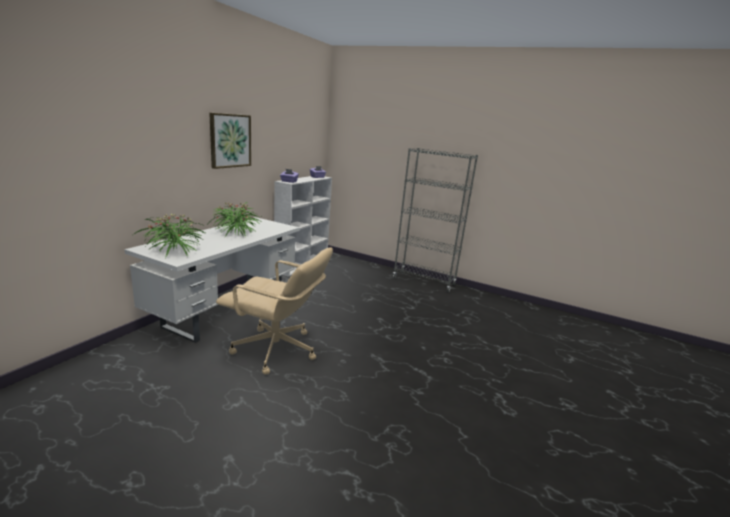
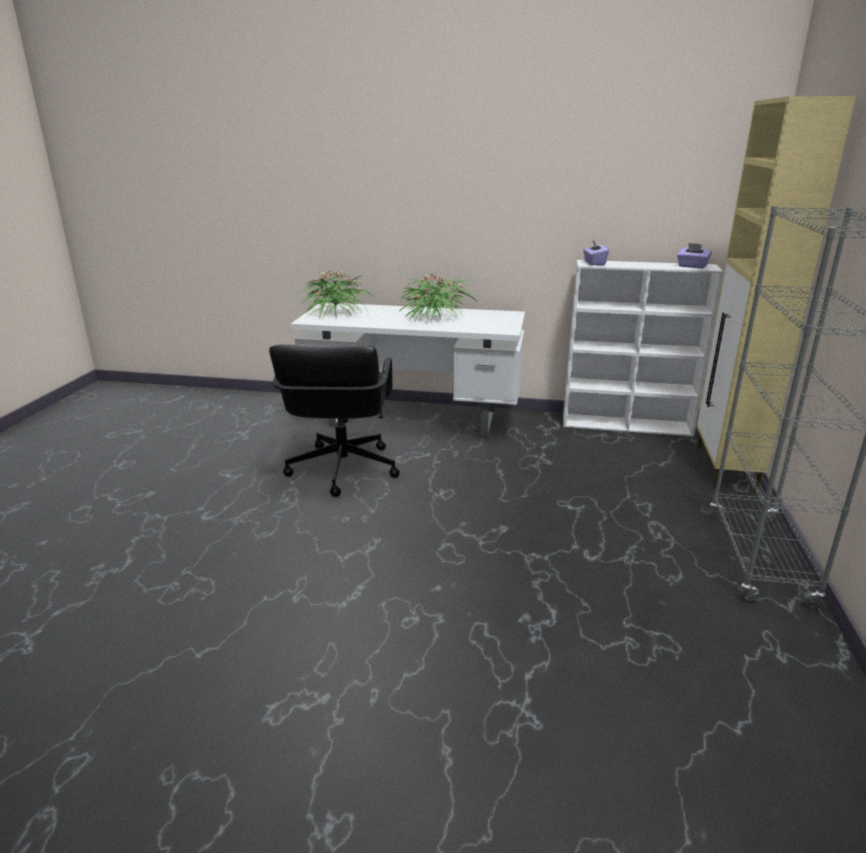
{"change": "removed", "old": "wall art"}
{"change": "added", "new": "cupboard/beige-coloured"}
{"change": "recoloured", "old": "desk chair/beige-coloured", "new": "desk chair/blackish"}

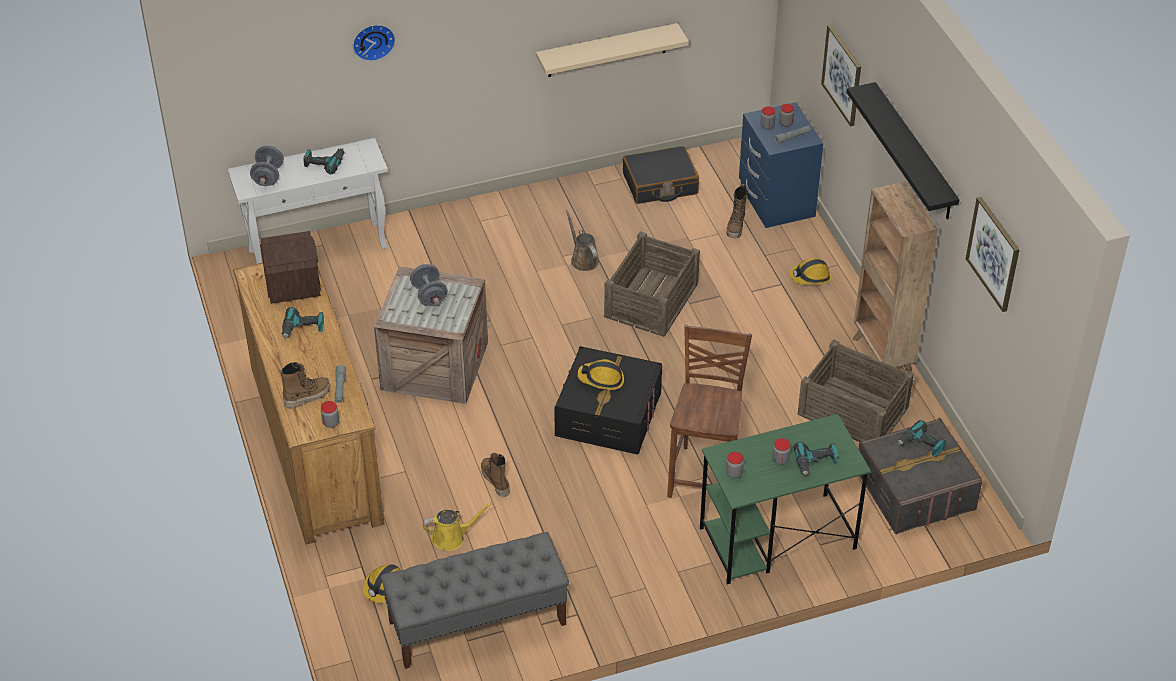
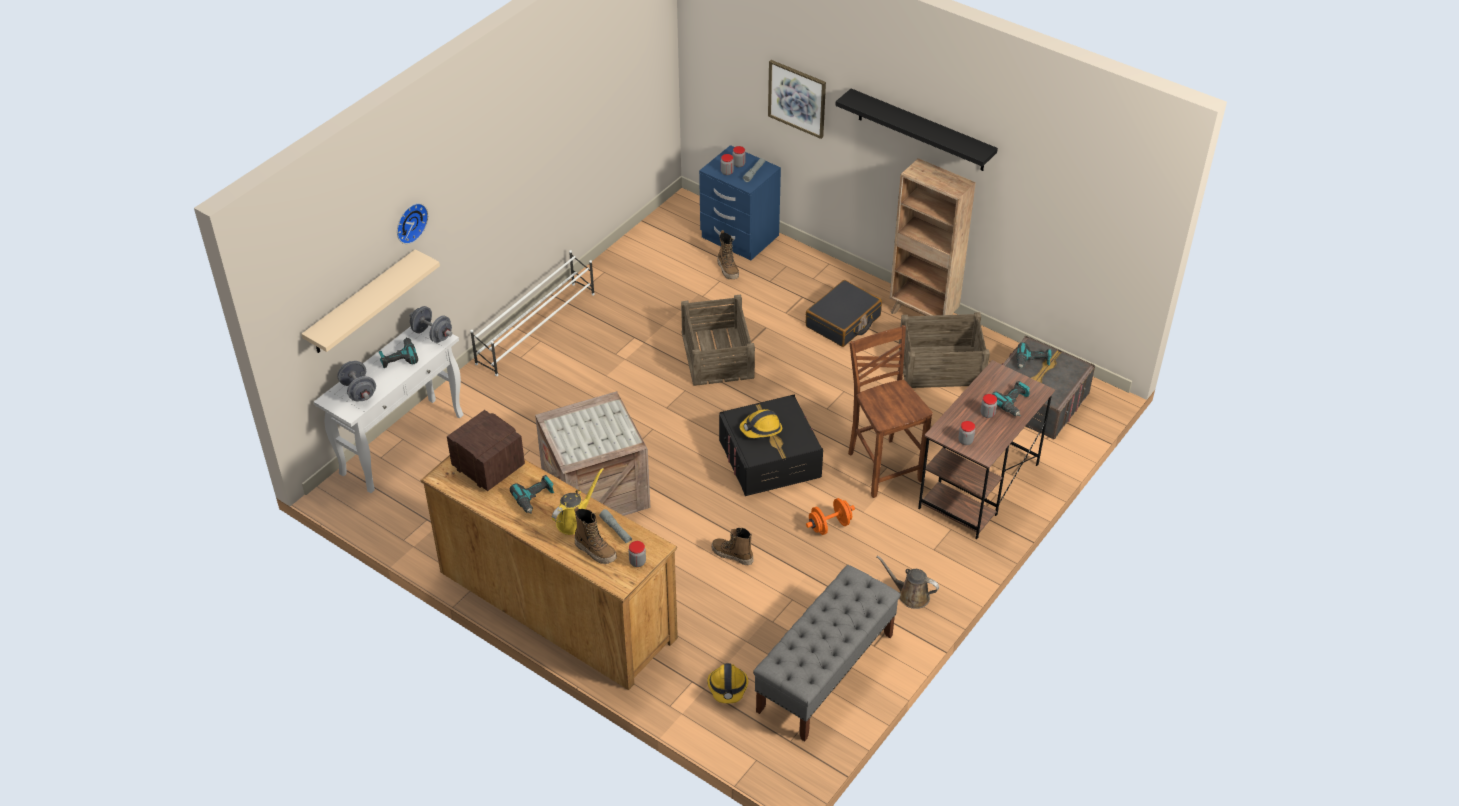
{"change": "removed", "old": "work helmet (3rd from left)"}
{"change": "removed", "old": "wall art (2nd from left)"}
{"change": "added", "new": "shoe rack/white-coloured"}
{"change": "added", "new": "dumbbell/orange-coloured"}
{"change": "moved", "old": "dumbbell/greyish (2nd from left)"}
{"change": "moved", "old": "watering pot/yellow-coloured"}
{"change": "moved", "old": "wall shelf/beige-coloured"}
{"change": "moved", "old": "watering pot/brown"}
{"change": "moved", "old": "piece of luggage/blackish"}
{"change": "recoloured", "old": "desk unit/green", "new": "desk unit/brown"}
{"change": "turned", "old": "high-top boot (1st from left)", "degrees": 105}

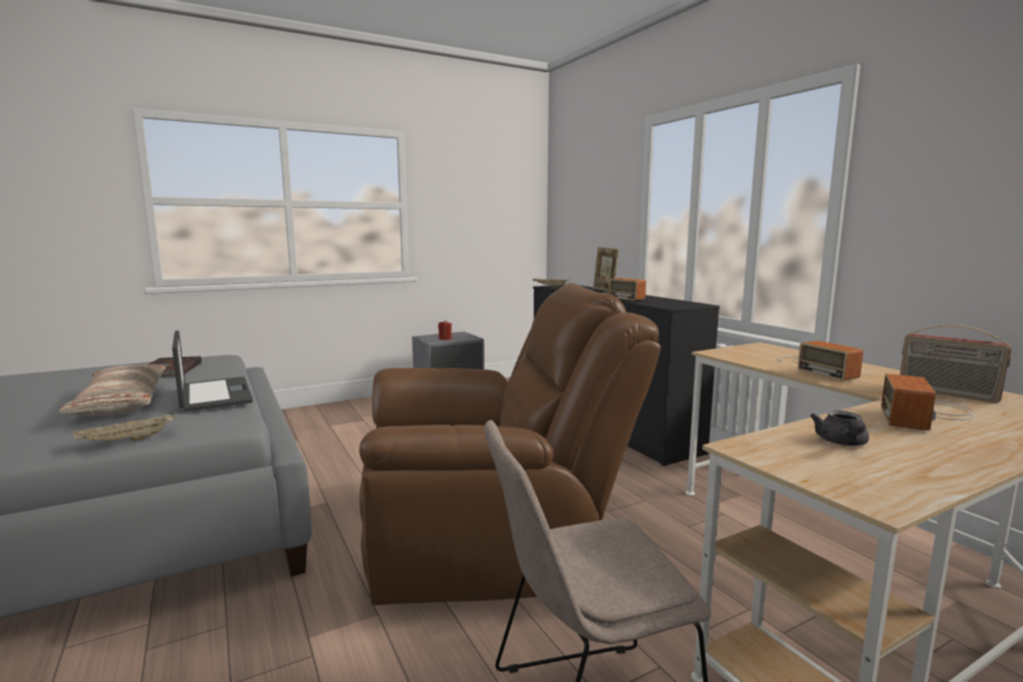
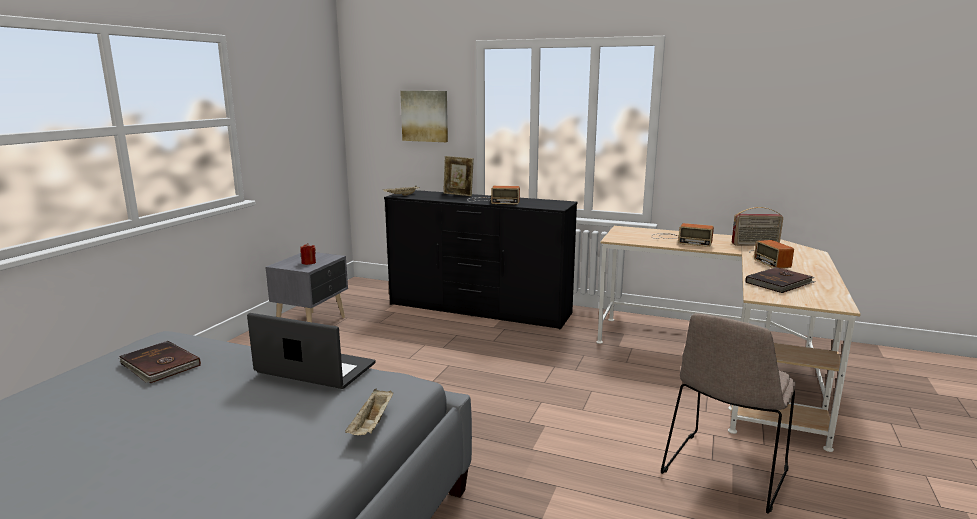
{"change": "removed", "old": "cushion"}
{"change": "removed", "old": "armchair/brown"}
{"change": "added", "new": "wall art"}
{"change": "replaced", "old": "teapot/greyish", "new": "volume/brown (2nd from left)"}

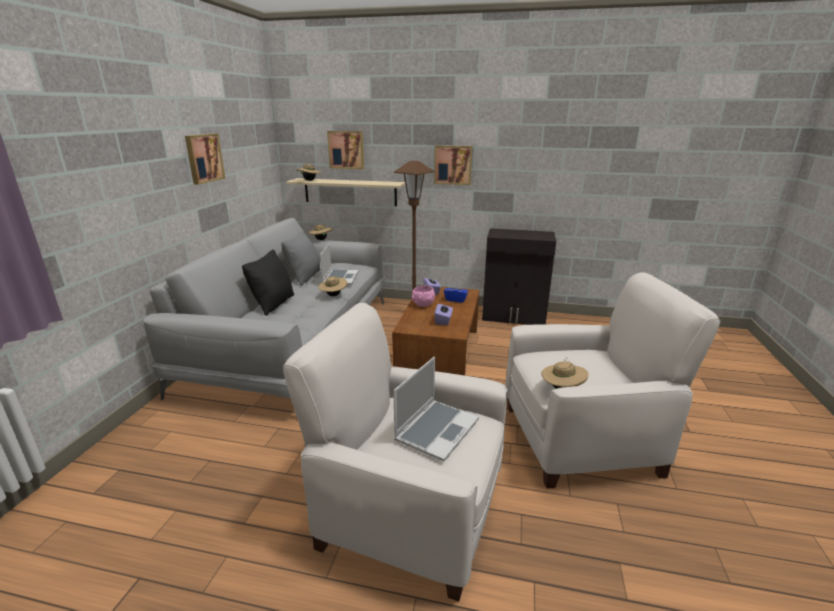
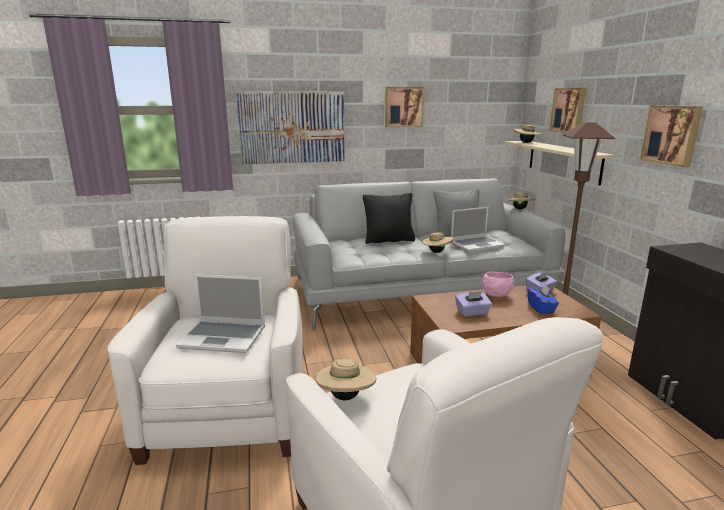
{"change": "added", "new": "wall art (1st from left)"}

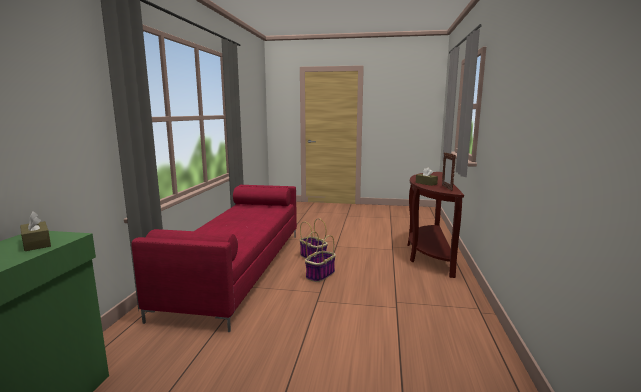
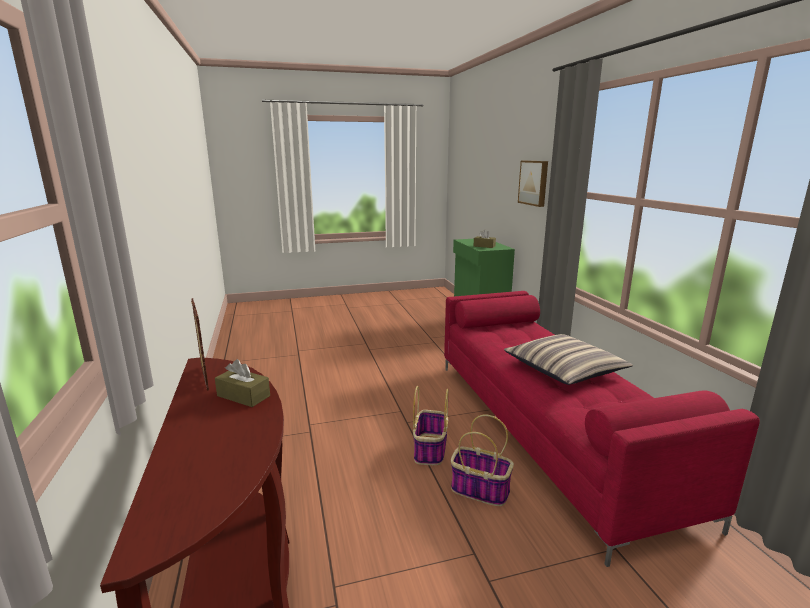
{"change": "added", "new": "cushion"}
{"change": "added", "new": "wall art"}

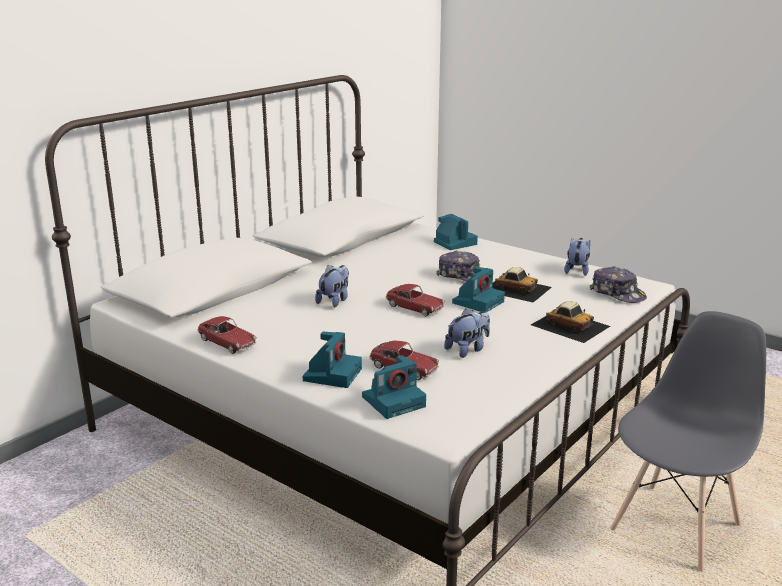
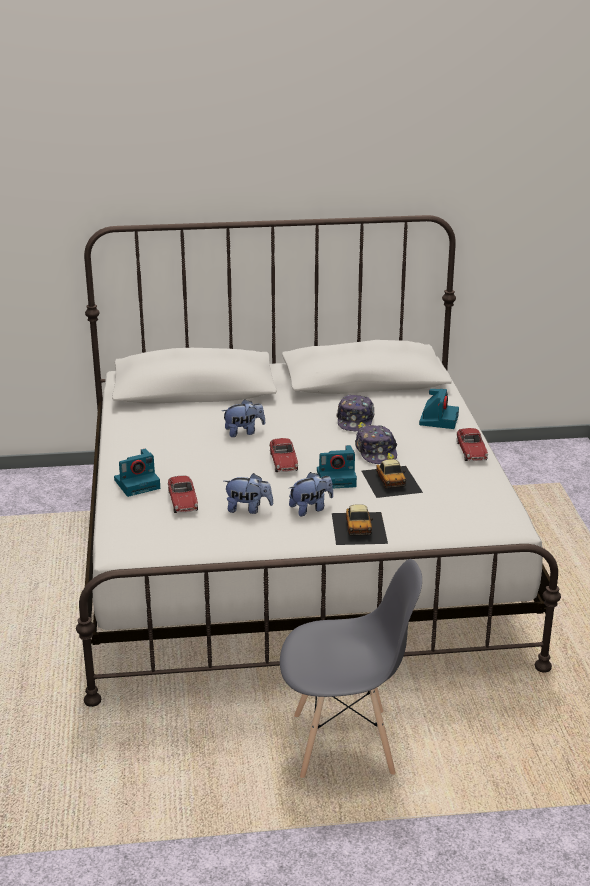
{"change": "removed", "old": "photo camera (2nd from left)"}
{"change": "moved", "old": "miniature car (1st from left in the first image)", "new": "miniature car (5th from left)"}
{"change": "moved", "old": "soft toy (3rd from left)"}
{"change": "moved", "old": "cap (2nd from left in the first image)", "new": "cap (1st from left)"}

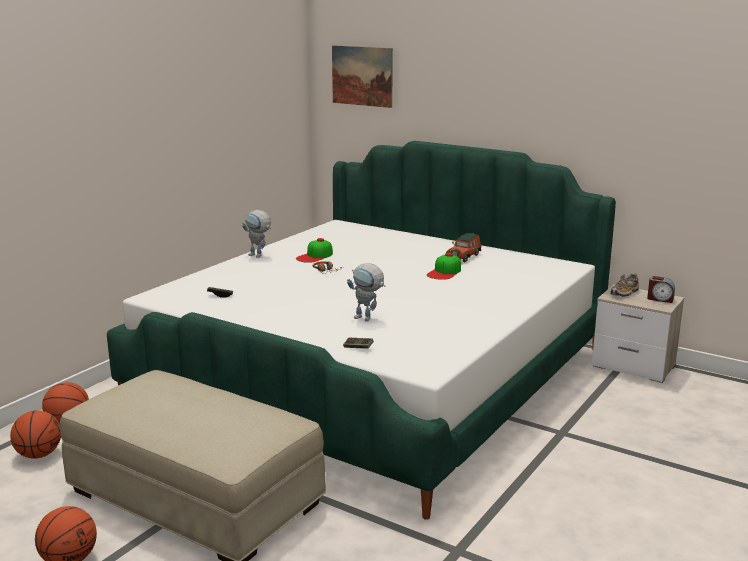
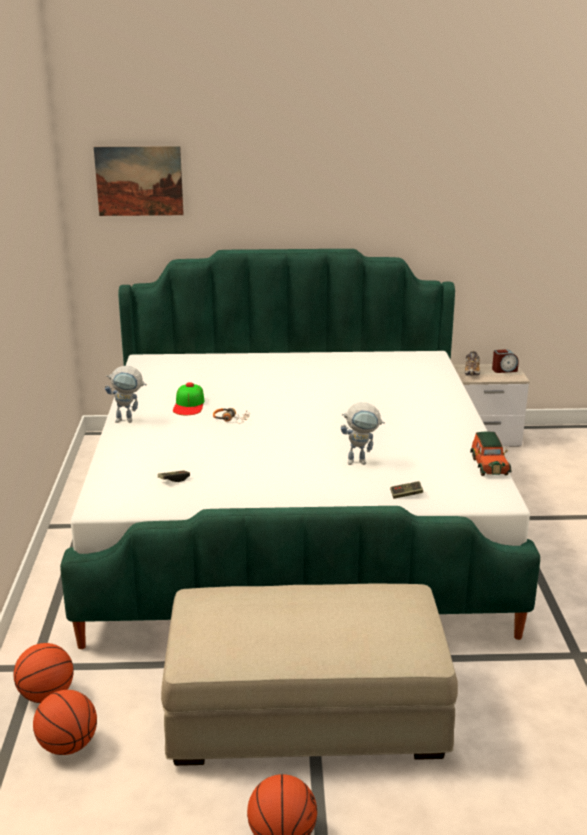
{"change": "removed", "old": "cap (2nd from left)"}
{"change": "moved", "old": "miniature car"}

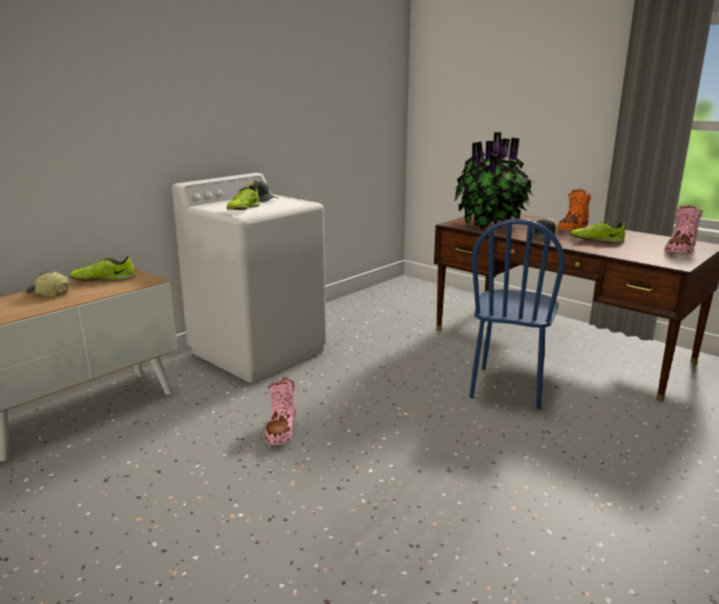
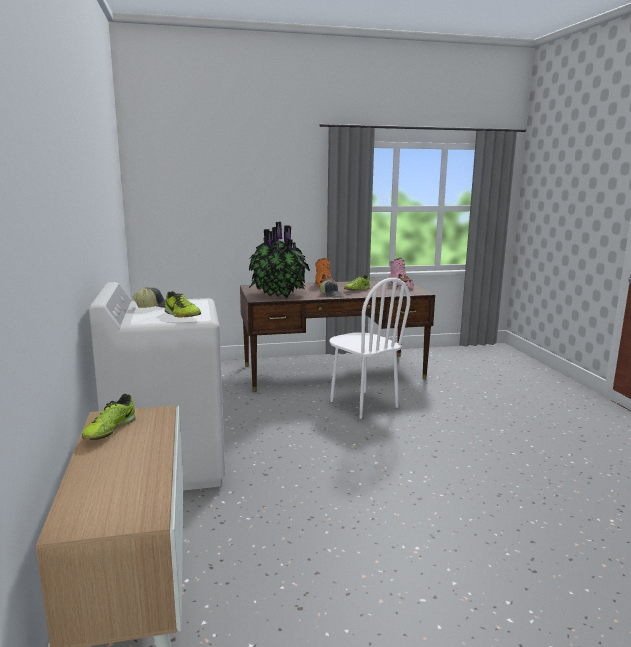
{"change": "removed", "old": "cap (1st from left)"}
{"change": "removed", "old": "high-top boot/pinkish (1st from left)"}
{"change": "recoloured", "old": "chair/bluish", "new": "chair/white-coloured"}

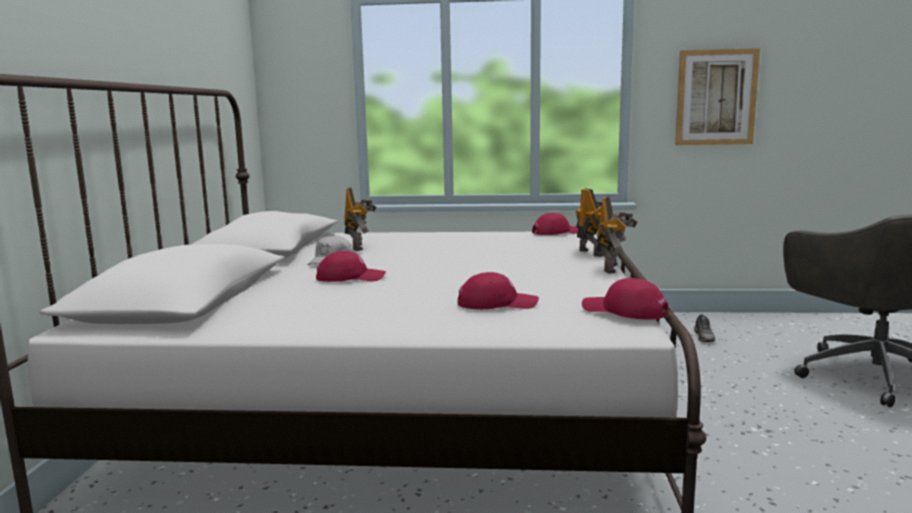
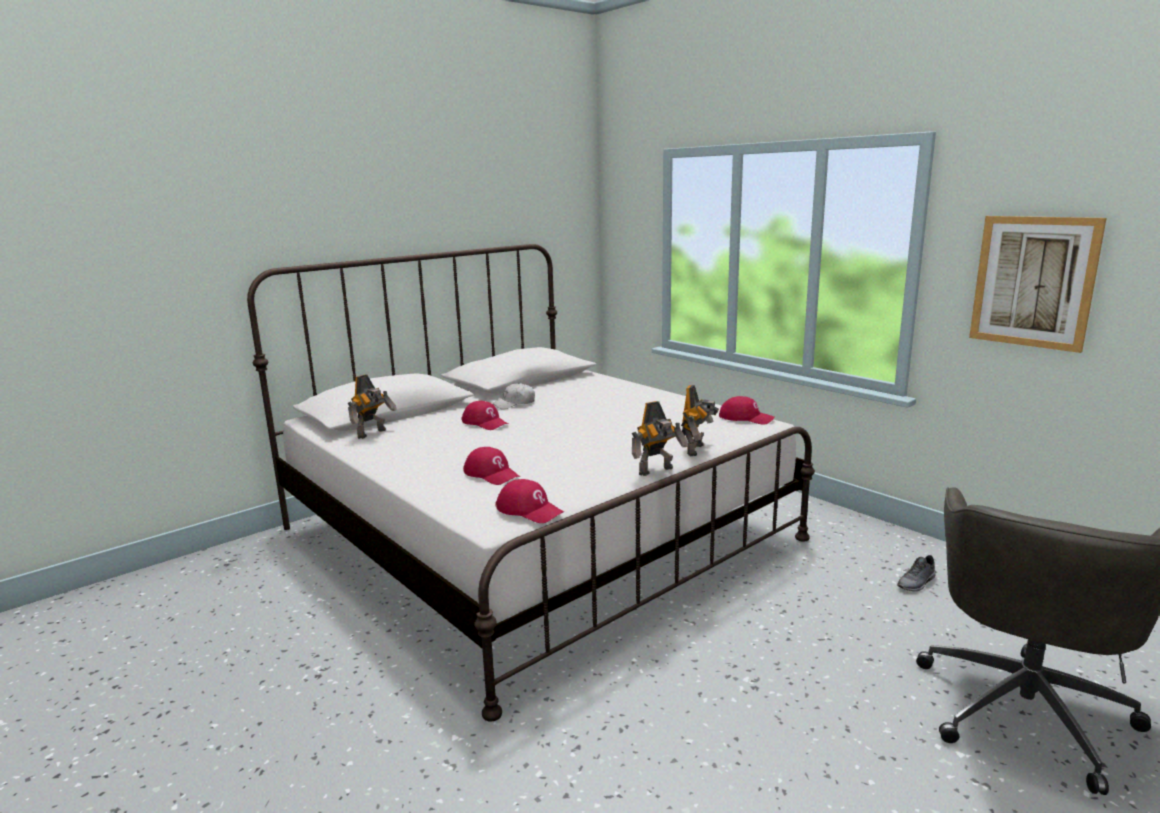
{"change": "moved", "old": "toy robot (1st from left)"}
{"change": "turned", "old": "cap/reddish (4th from left in the first image)", "degrees": 135}

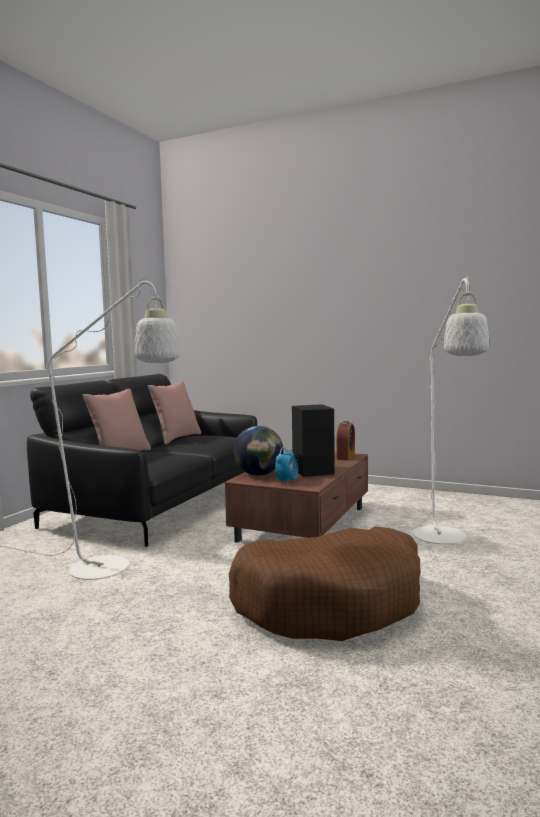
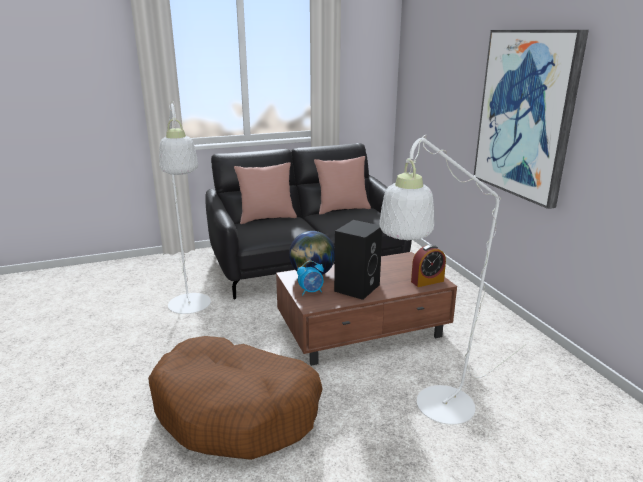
{"change": "added", "new": "wall art"}

